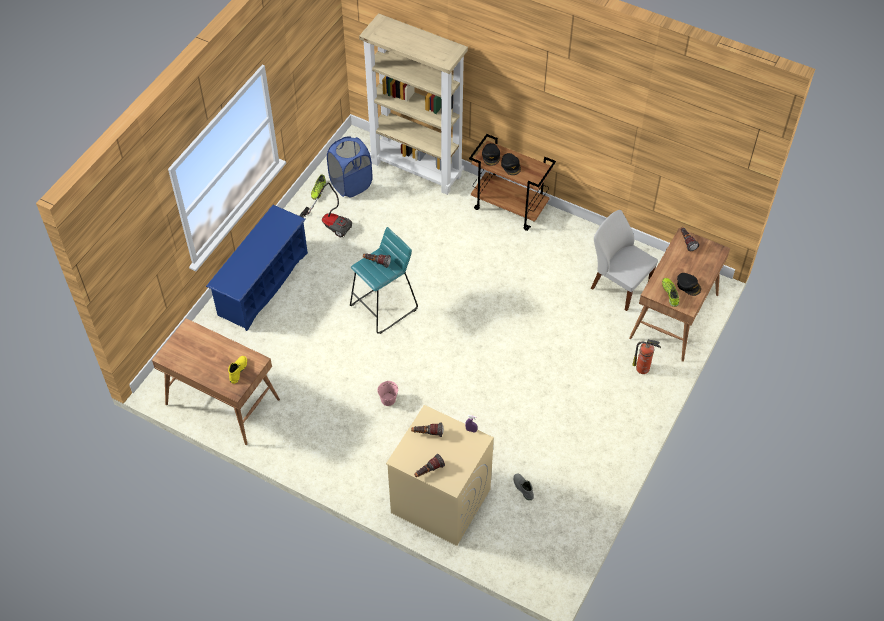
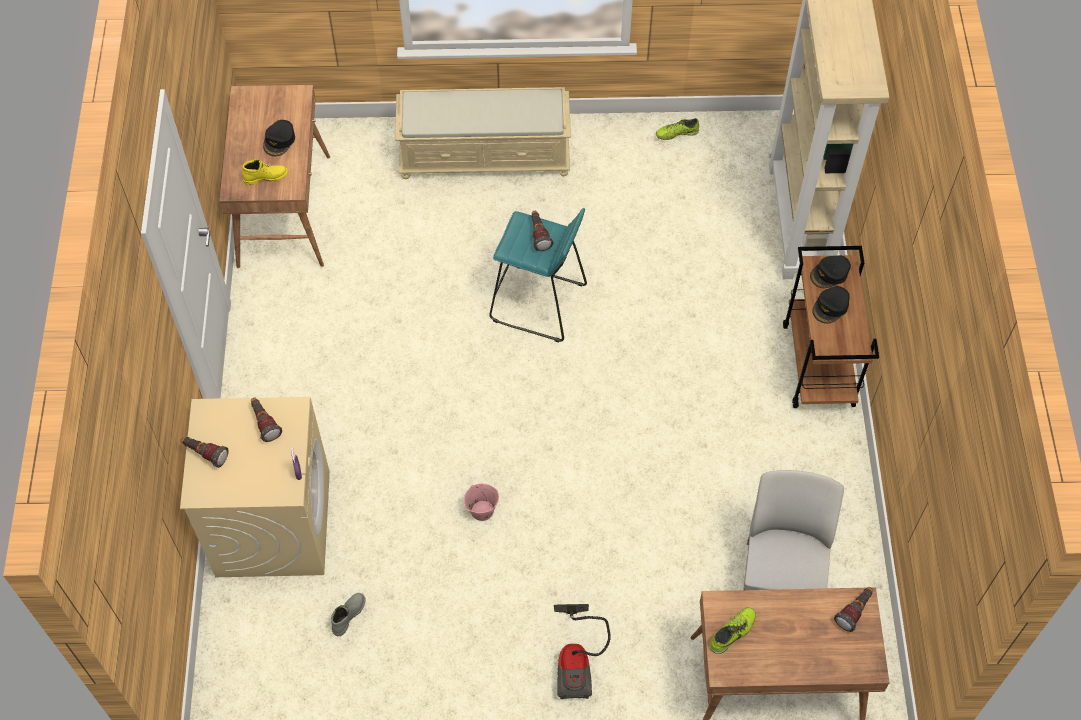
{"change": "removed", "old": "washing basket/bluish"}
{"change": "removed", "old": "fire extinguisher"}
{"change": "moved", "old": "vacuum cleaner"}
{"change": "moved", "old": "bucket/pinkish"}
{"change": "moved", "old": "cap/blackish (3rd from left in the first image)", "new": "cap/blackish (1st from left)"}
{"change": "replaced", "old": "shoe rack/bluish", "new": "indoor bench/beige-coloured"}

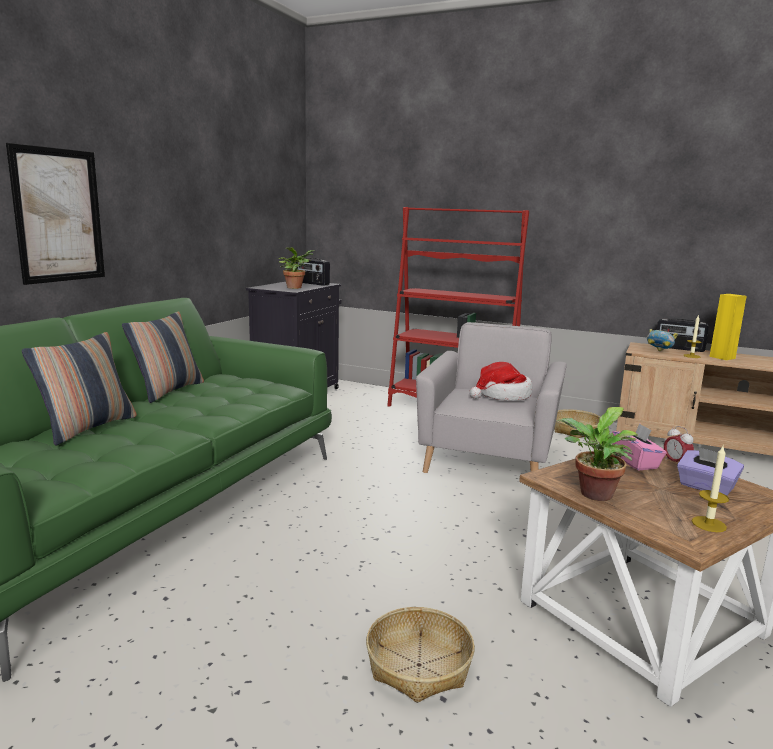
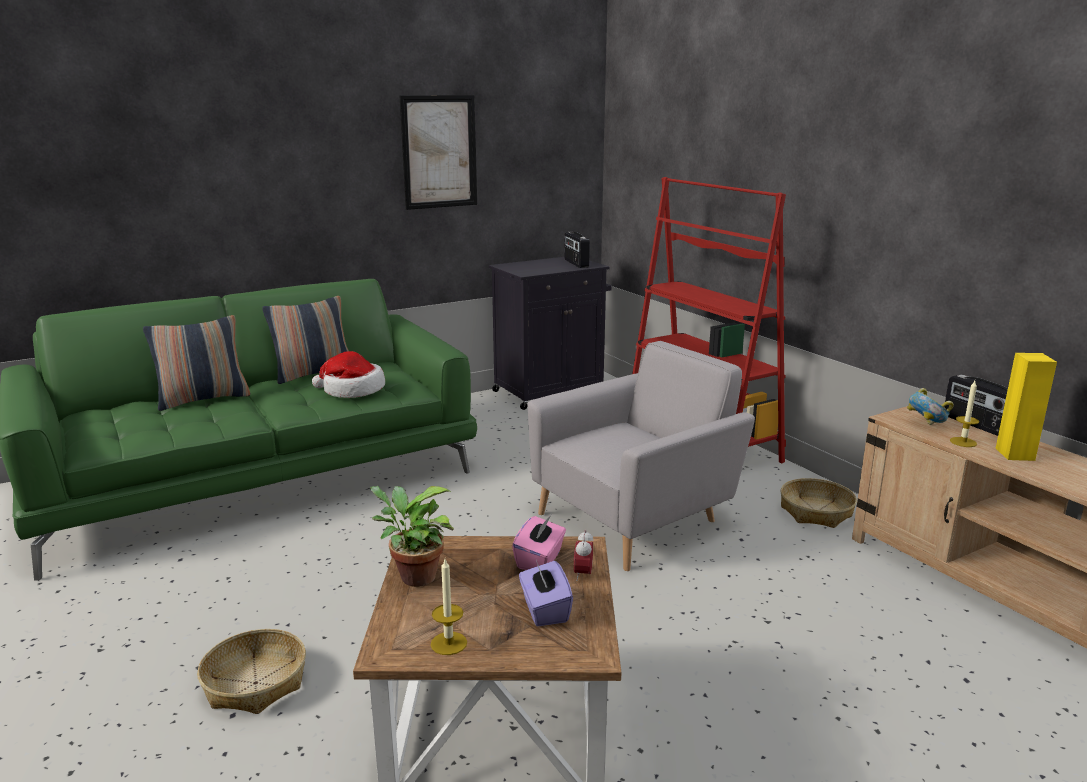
{"change": "removed", "old": "plant in a pot (1st from left)"}
{"change": "moved", "old": "wall art"}
{"change": "moved", "old": "hat"}

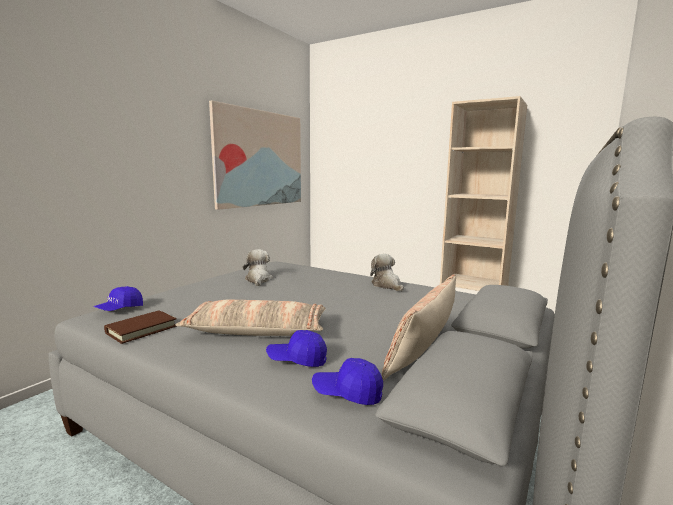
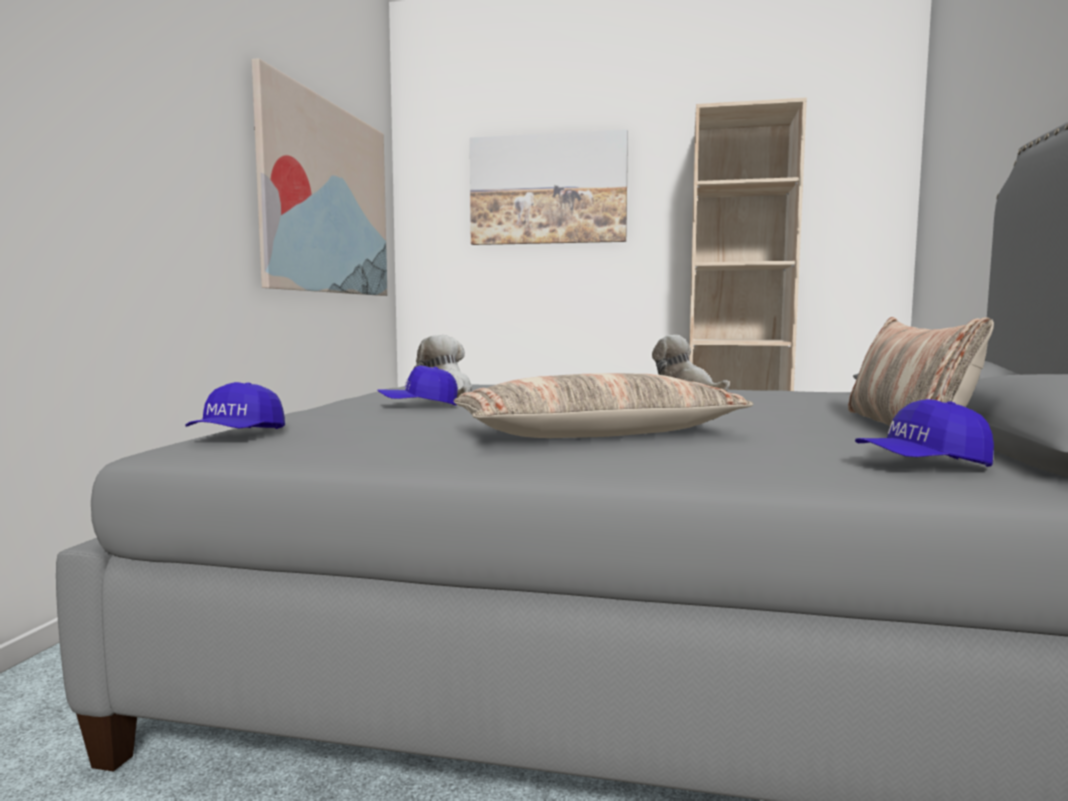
{"change": "removed", "old": "volume/brown"}
{"change": "added", "new": "wall art (2nd from left)"}
{"change": "moved", "old": "cap/bluish (2nd from left)"}

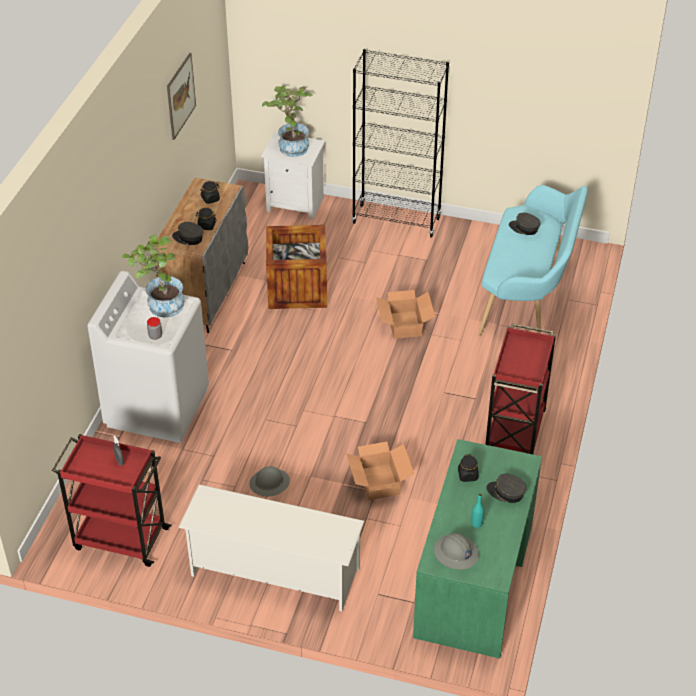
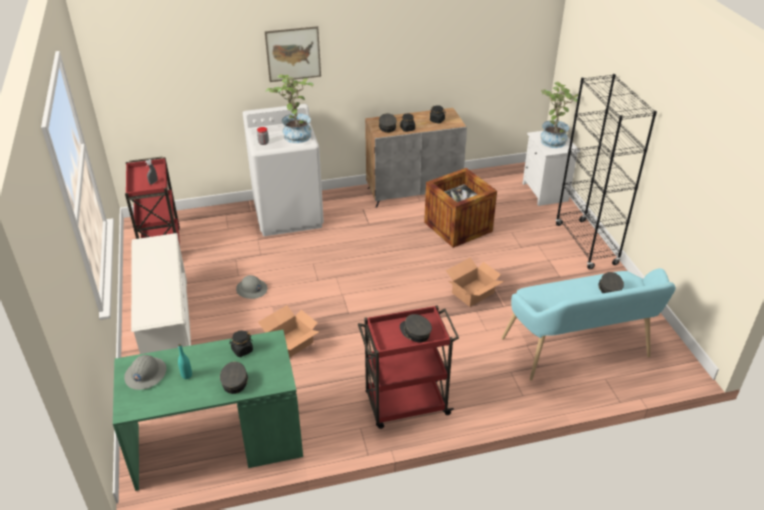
{"change": "added", "new": "cap/greyish (3rd from left)"}
{"change": "moved", "old": "wall art"}

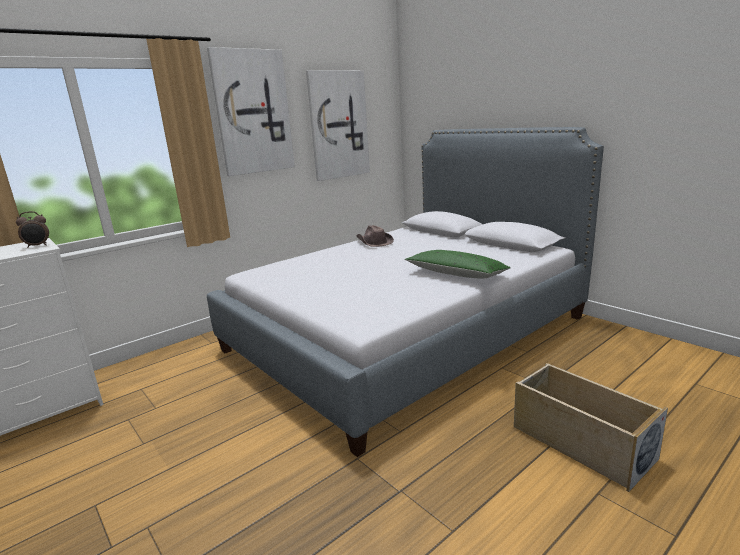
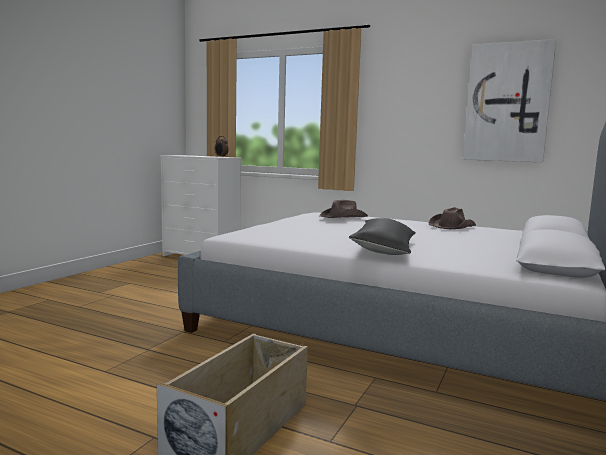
{"change": "removed", "old": "wall art (1st from left)"}
{"change": "added", "new": "hat/brown (1st from left)"}
{"change": "recoloured", "old": "cushion/green", "new": "cushion/blackish"}

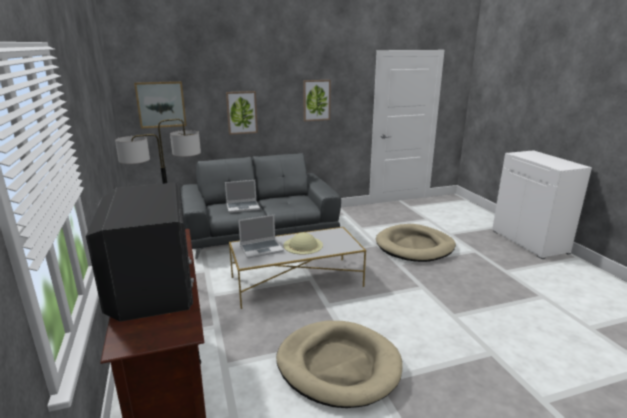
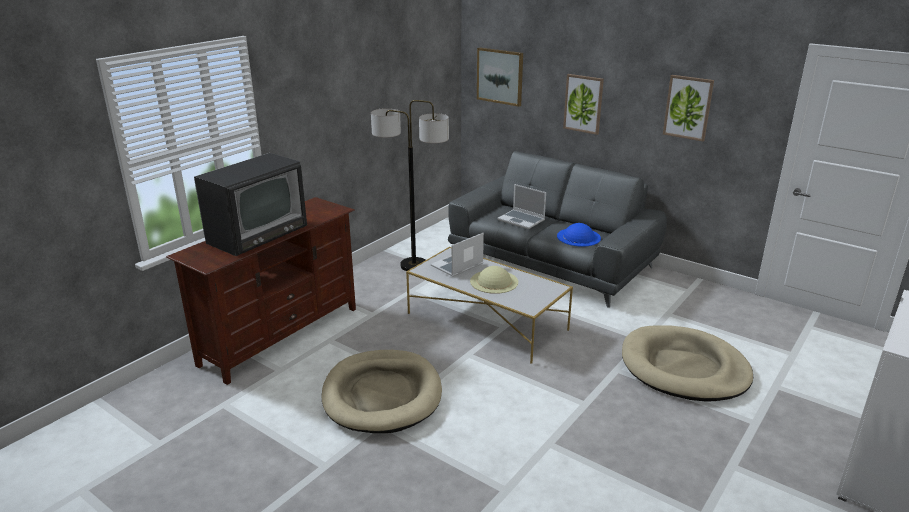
{"change": "added", "new": "hat/bluish"}
{"change": "turned", "old": "portable computer (2nd from left in the first image)", "degrees": 105}

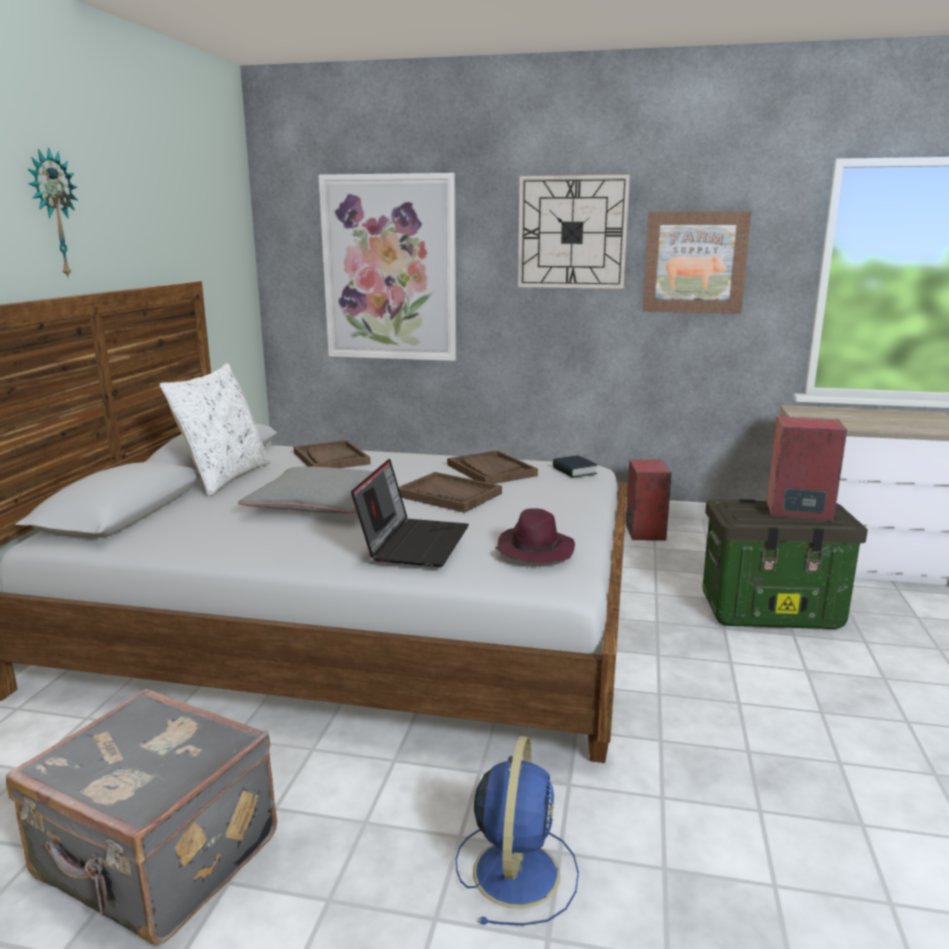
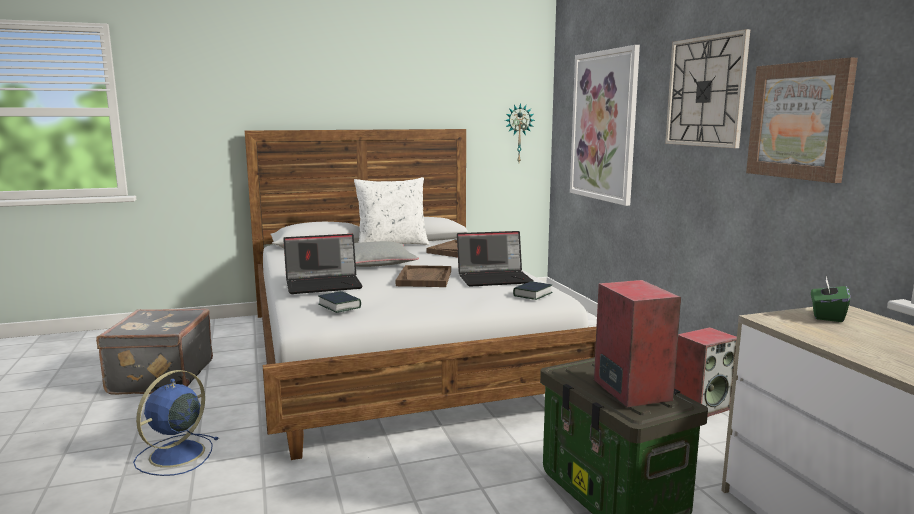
{"change": "added", "new": "tissue box/green"}
{"change": "moved", "old": "clock on the wall (1st from left)"}
{"change": "replaced", "old": "tray/brown (3rd from left)", "new": "portable computer (2nd from left)"}
{"change": "replaced", "old": "hat/purplish", "new": "volume (1st from left)"}
{"change": "turned", "old": "fan/bluish", "degrees": 135}

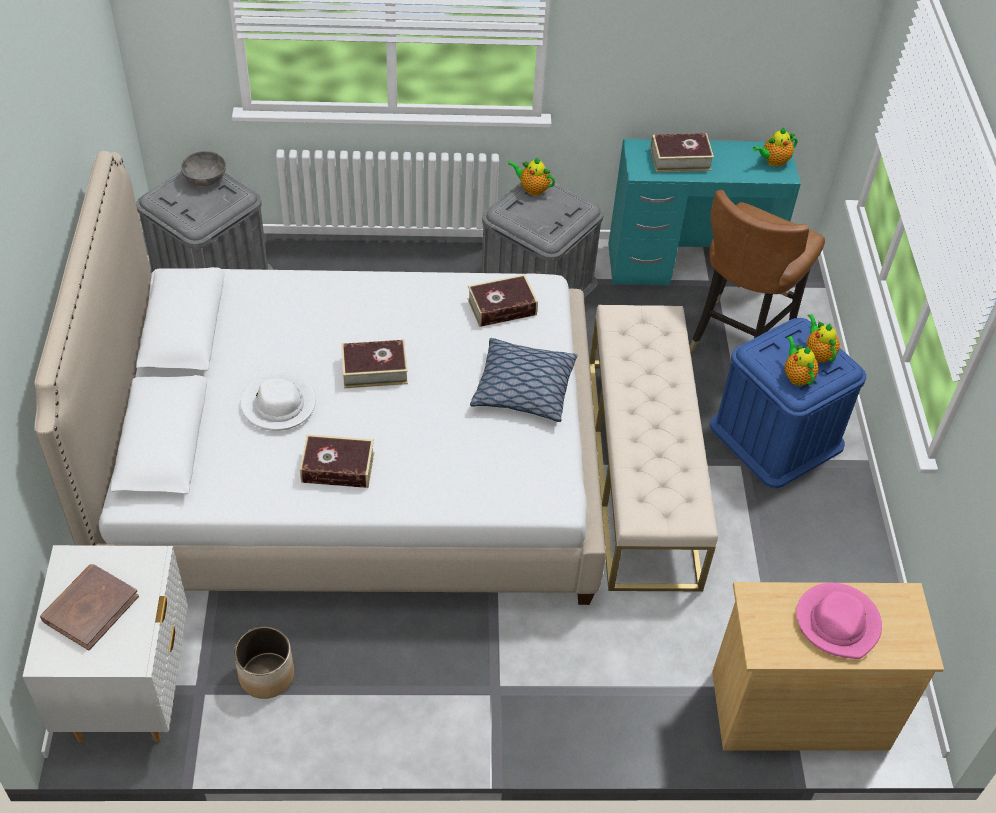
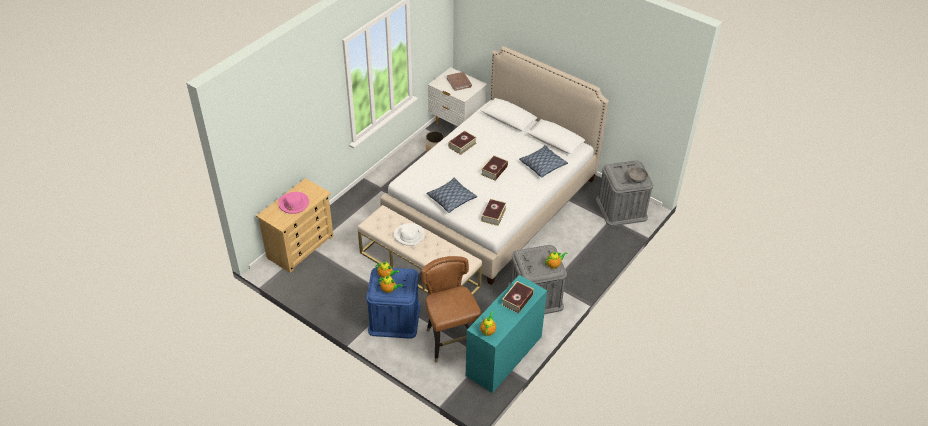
{"change": "added", "new": "cushion (2nd from left)"}
{"change": "moved", "old": "hat/white-coloured"}

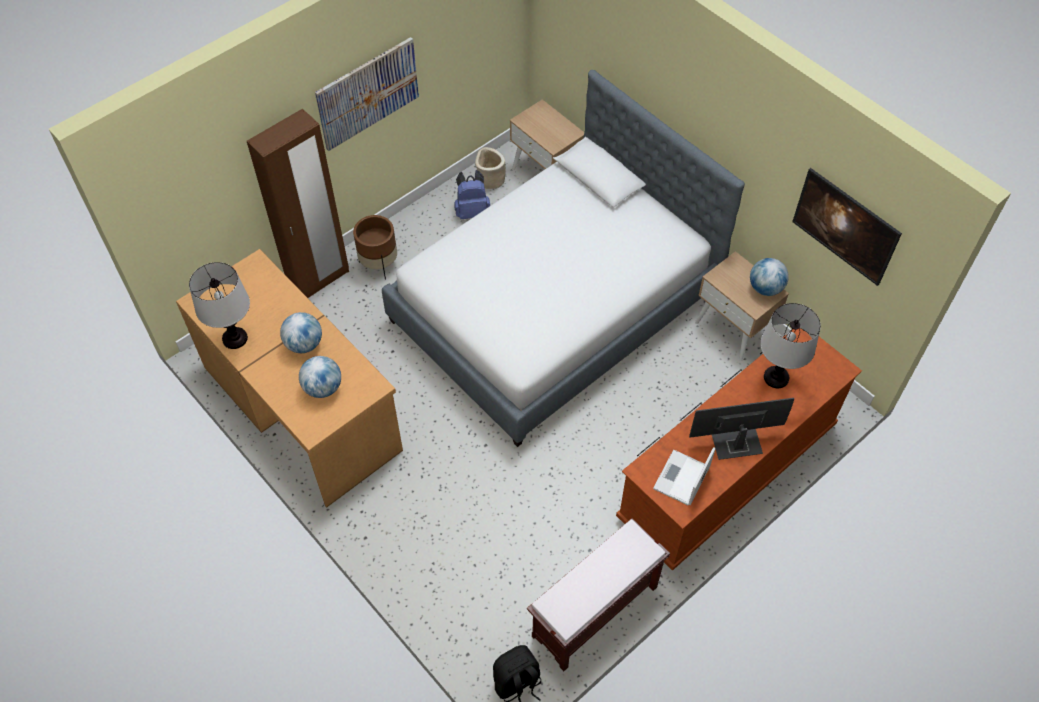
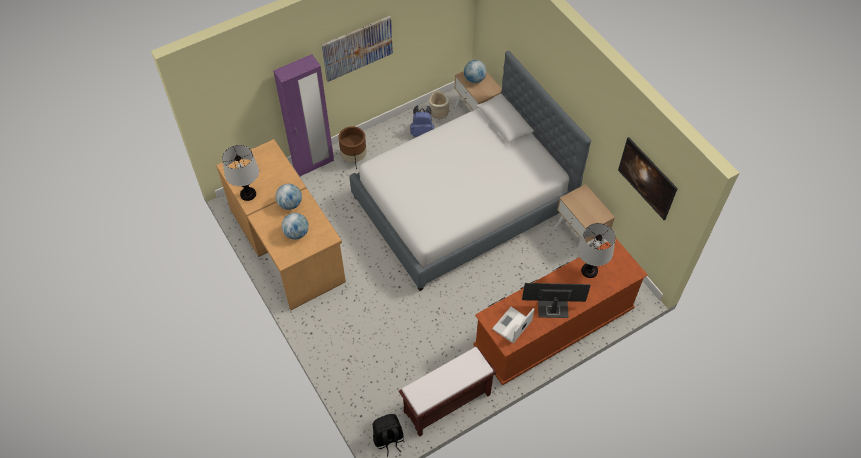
{"change": "moved", "old": "world globe (3rd from left)"}
{"change": "recoloured", "old": "wardrobe/brown", "new": "wardrobe/purplish"}

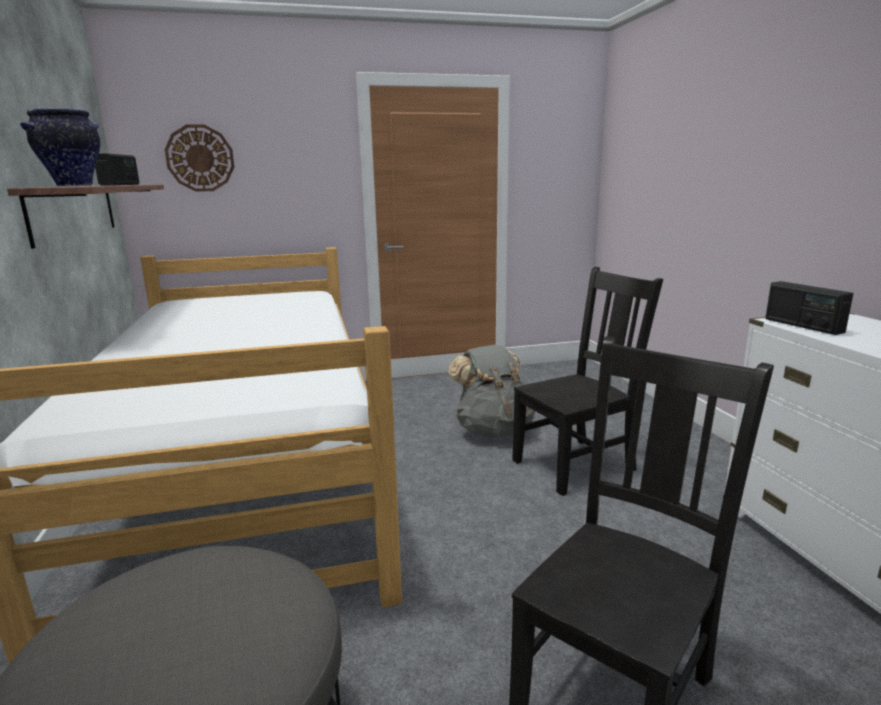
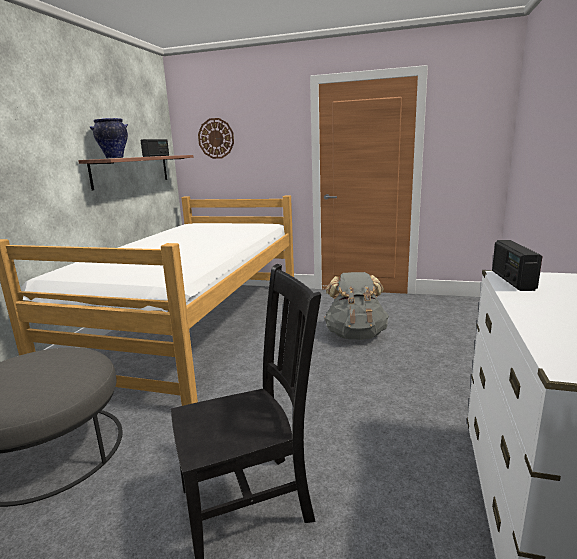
{"change": "removed", "old": "chair/blackish (1st from left)"}

